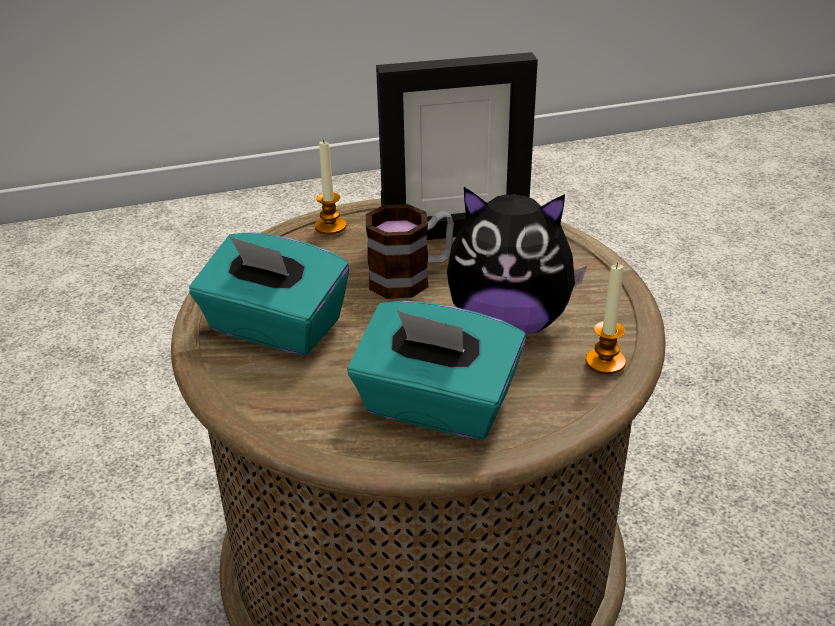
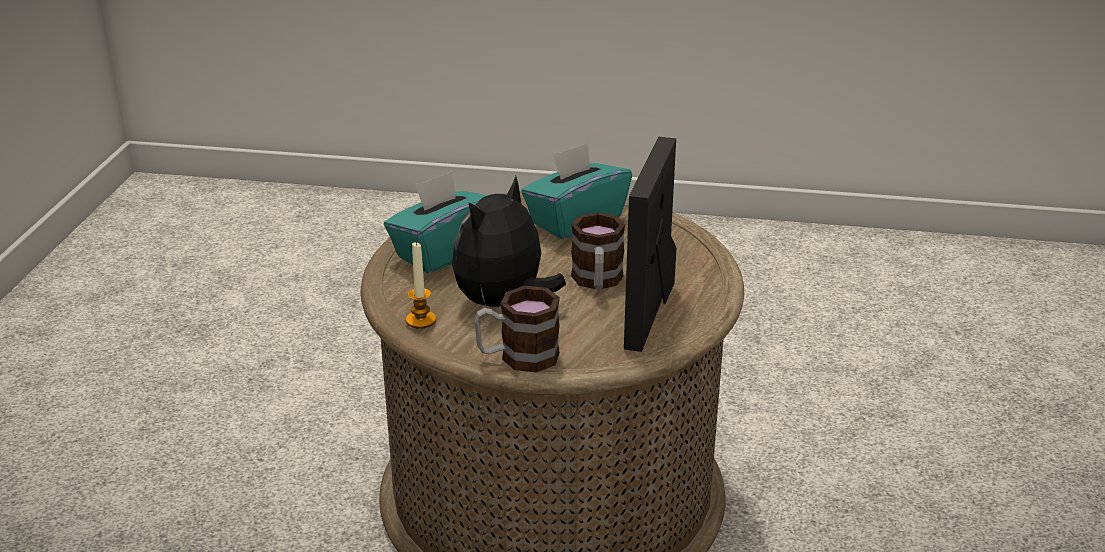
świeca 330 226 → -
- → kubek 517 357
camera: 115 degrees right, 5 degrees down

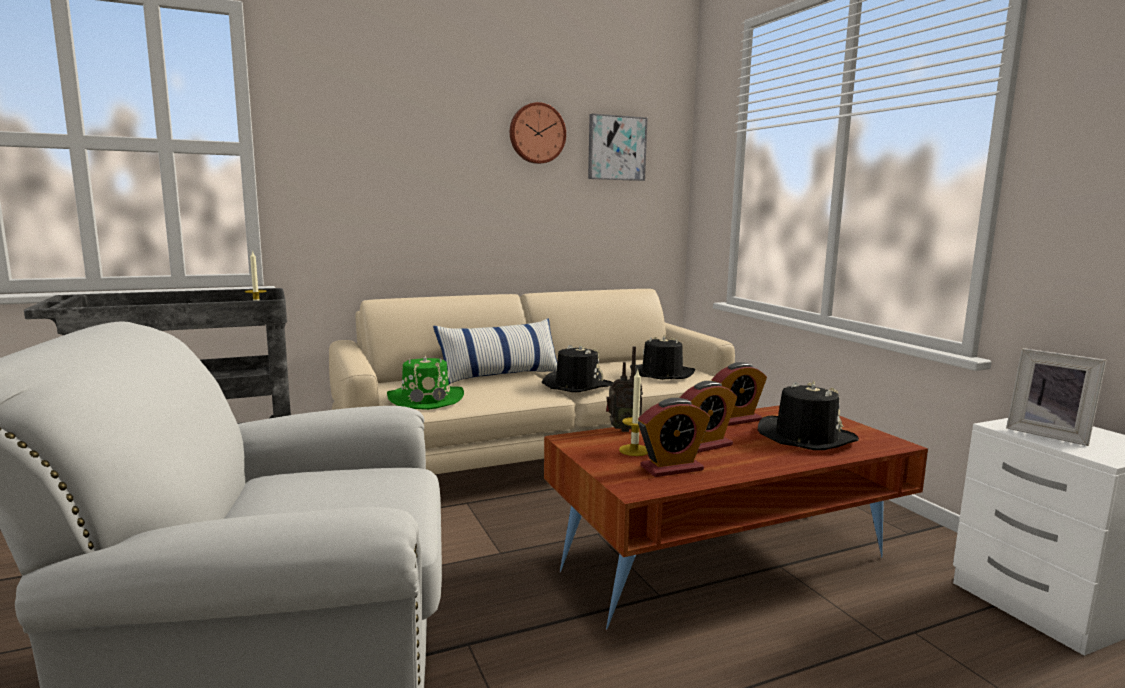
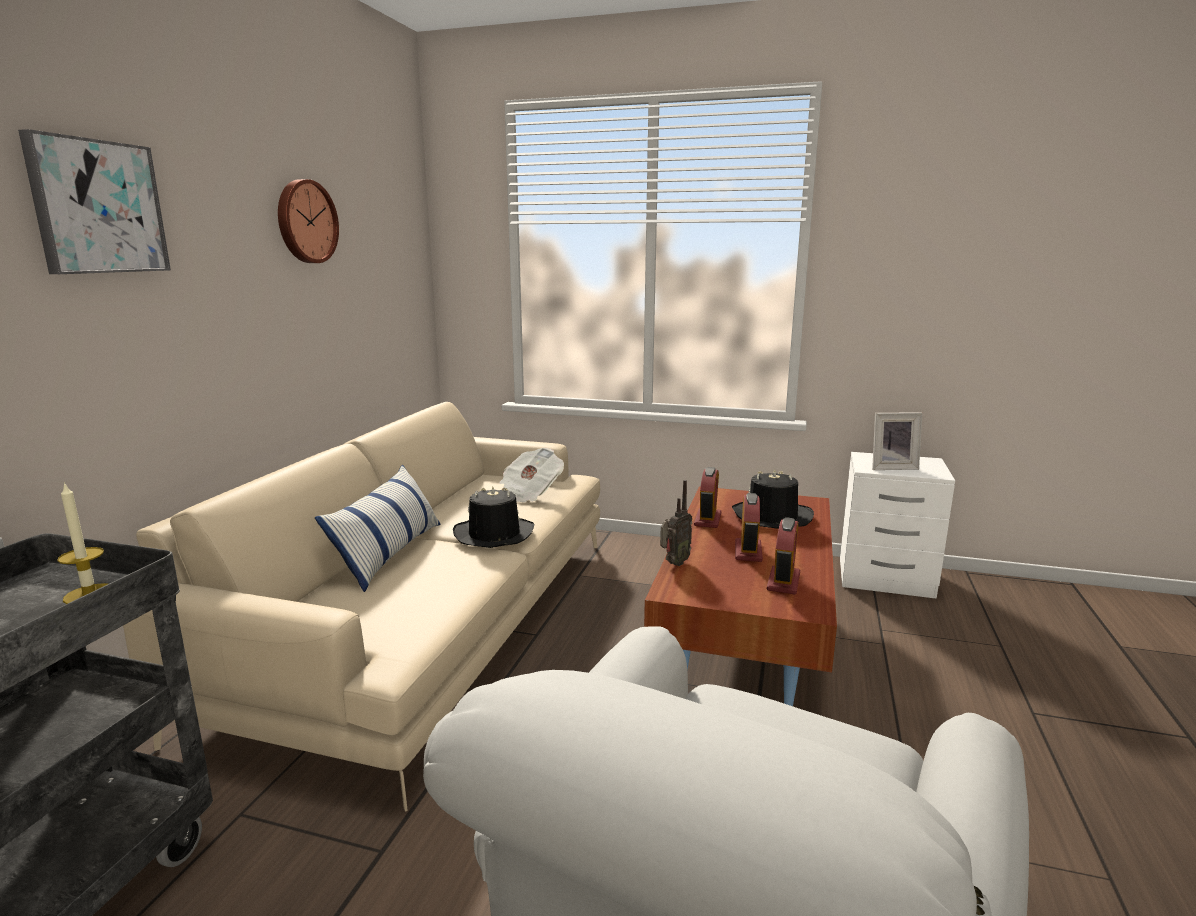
obraz 616 148 → obraz 97 207, relocated
kapelusz [czarny] 661 374 → gazeta 528 494
kapelusz [zielony] 426 399 → -
świeca 634 450 → -
camera: 50 degrees left, 5 degrees up

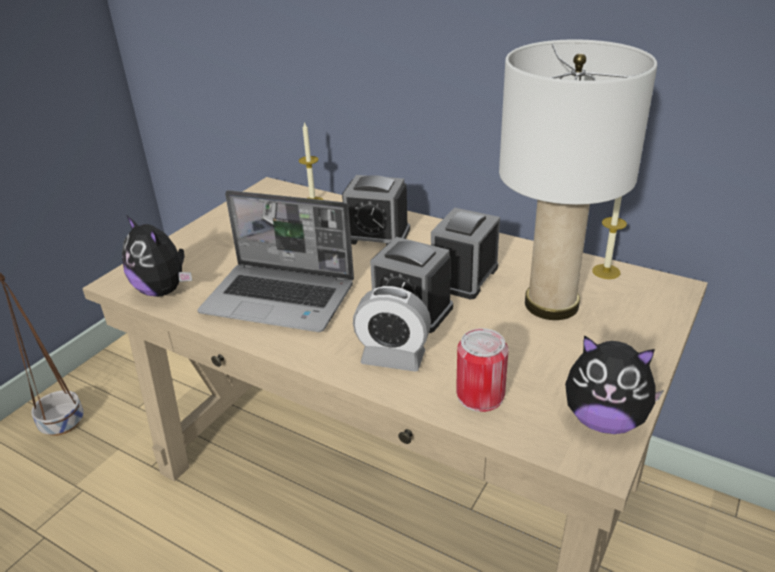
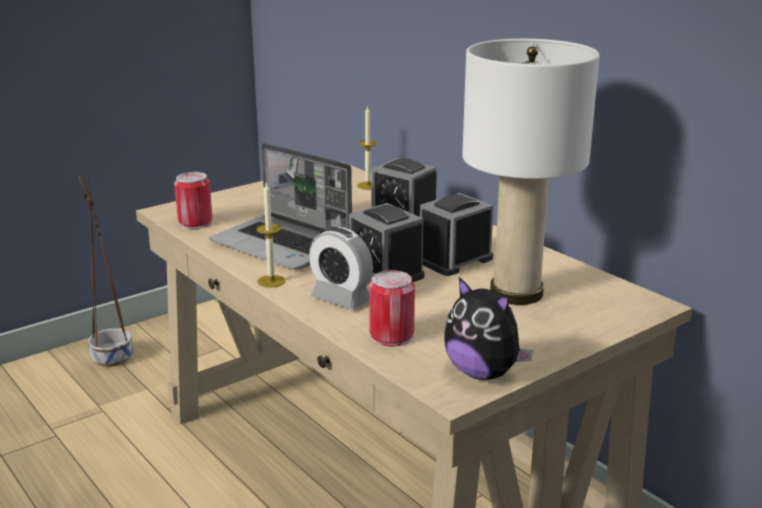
świeca 606 271 → świeca 271 281, relocated
pluszak 163 290 → puszka 195 222
camera: 20 degrees right, 10 degrees down

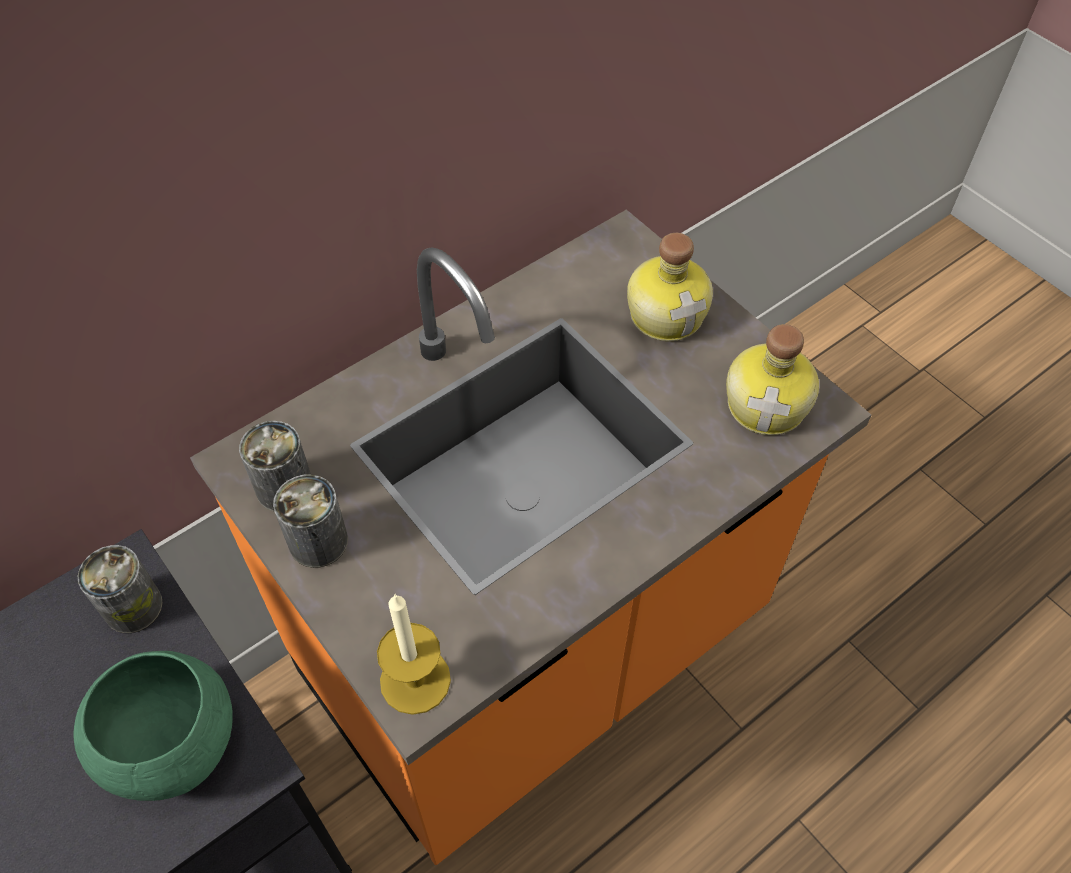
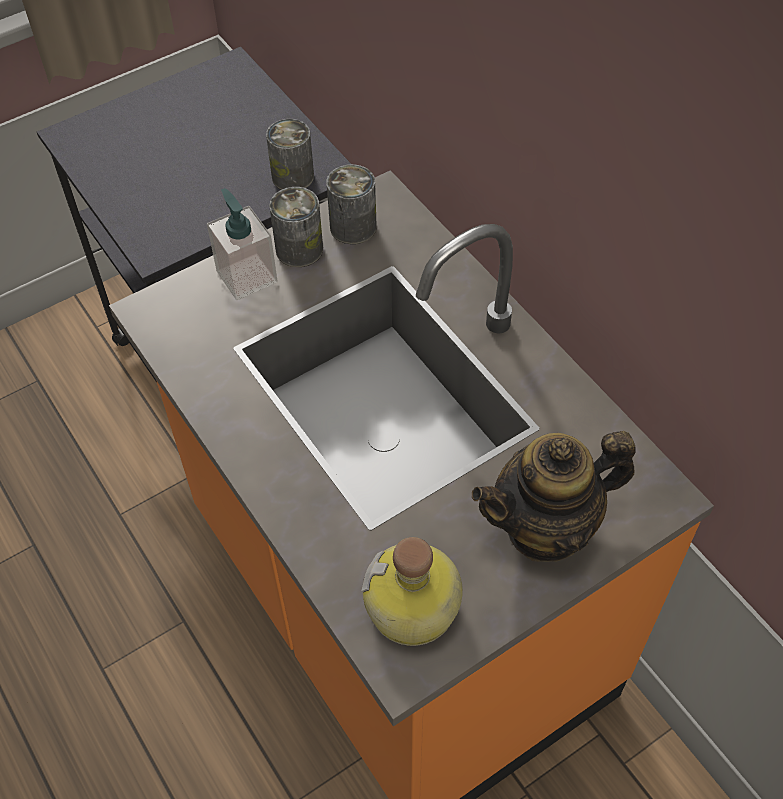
butelka 667 313 → imbryk 546 527
świeca 415 680 → -
miska [zielony] 171 746 → -
- → dozownik mydła 246 276
camera: 95 degrees right, 0 degrees up

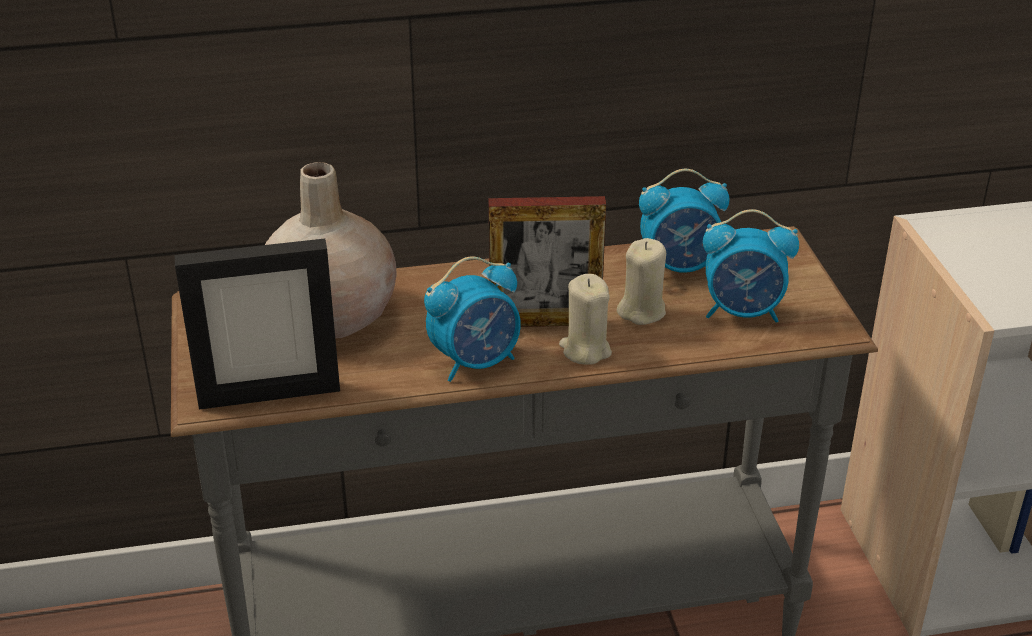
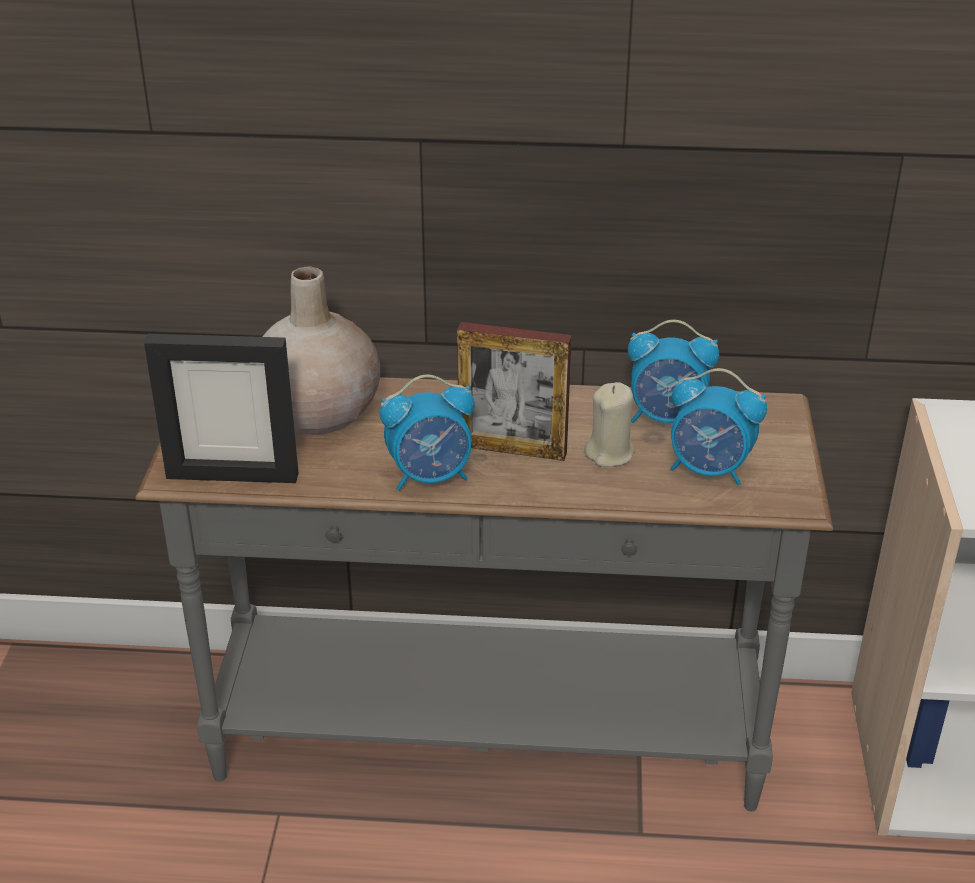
świeca [beżowy] 585 350 → -
camera: 15 degrees right, 0 degrees up

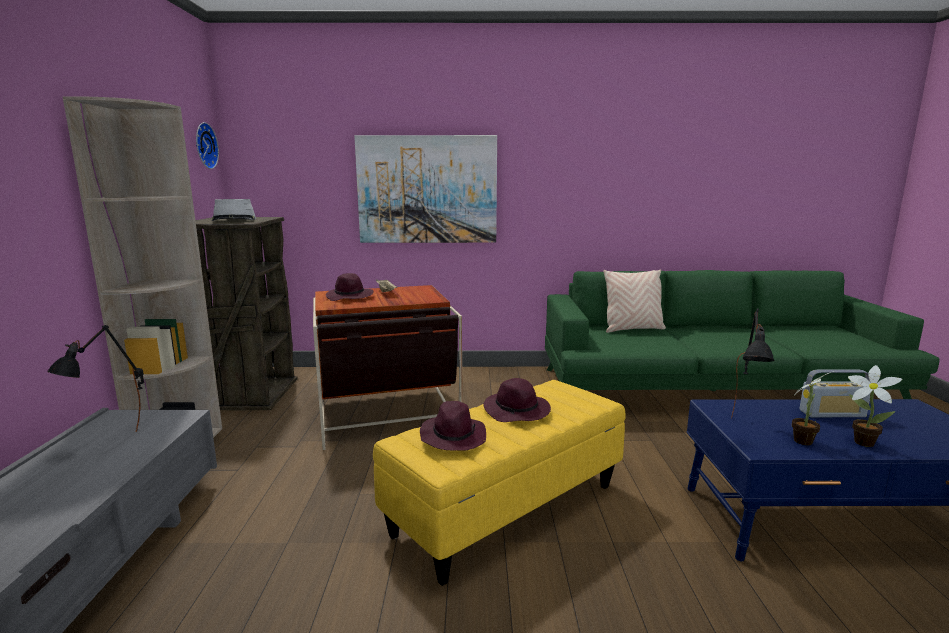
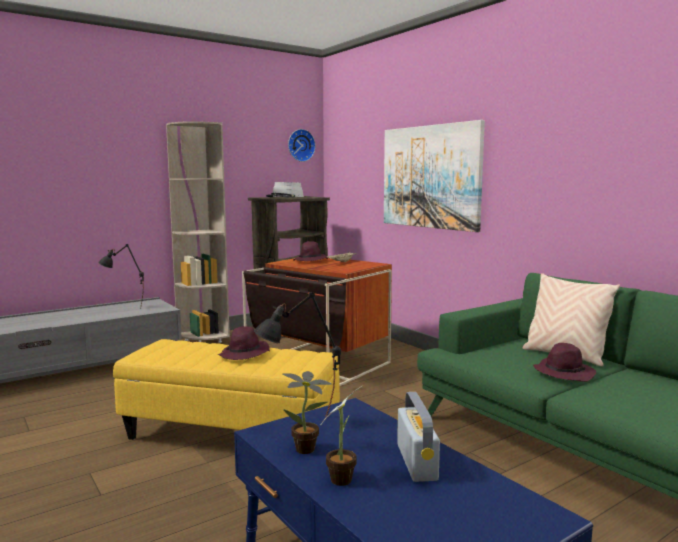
radio 832 413 → radio 416 461, 150 degrees counterclockwise
kapelusz [fioletowy] 452 437 → kapelusz [fioletowy] 563 373, relocated
camera: 55 degrees right, 5 degrees down

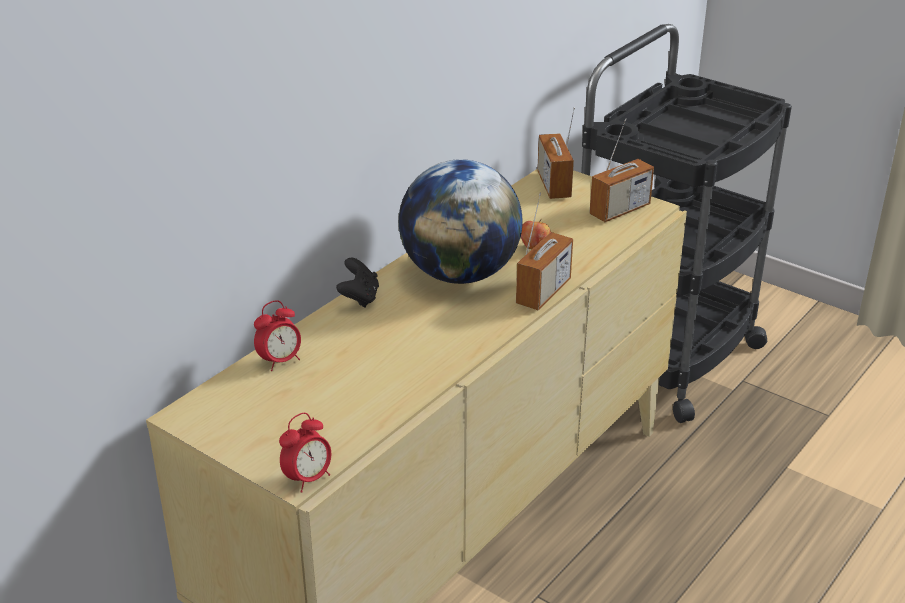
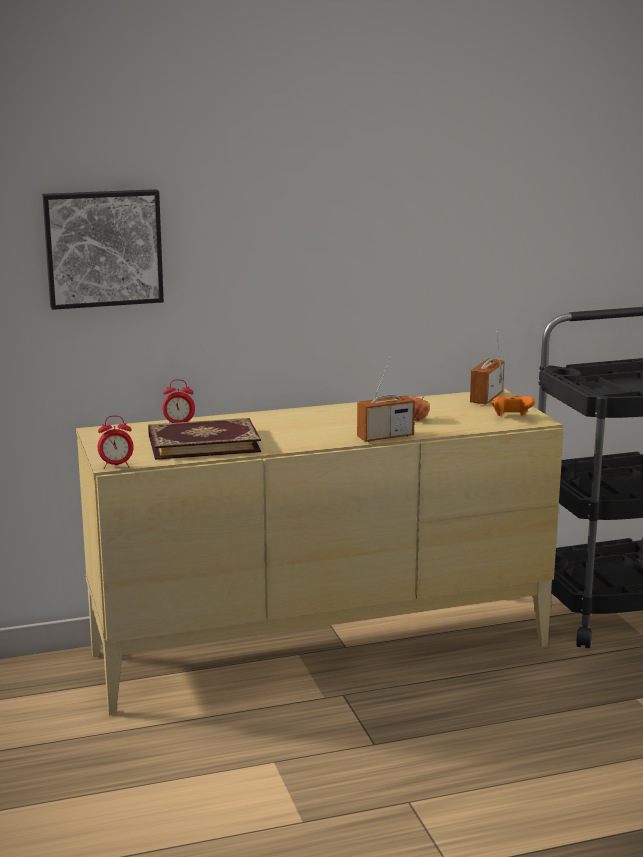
radio 620 210 → pad do gier [pomarańczowy] 511 417
globus 460 274 → -
pad do gier [czarny] 359 298 → -
- → obraz 103 248
- → książka 203 443
camera: 35 degrees right, 15 degrees down

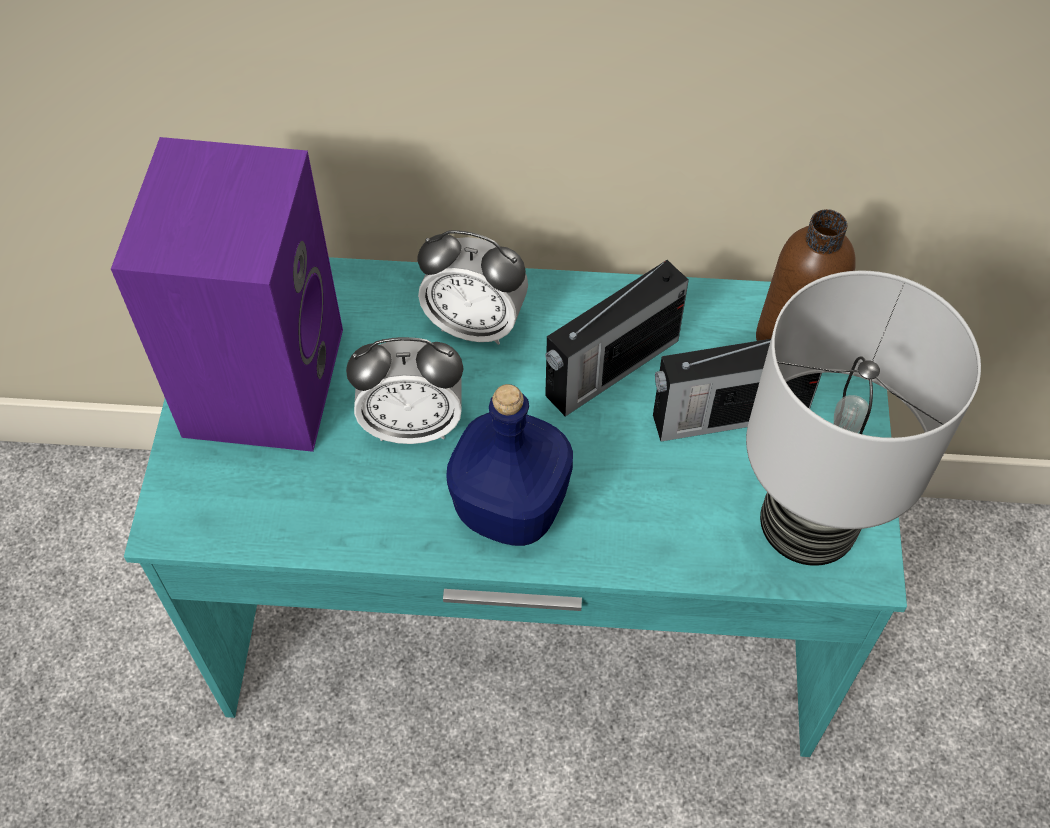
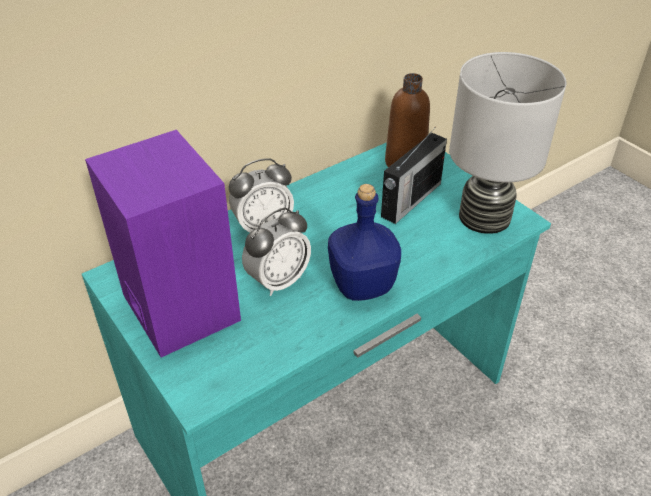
radio 609 369 → -
camera: 40 degrees left, 15 degrees down

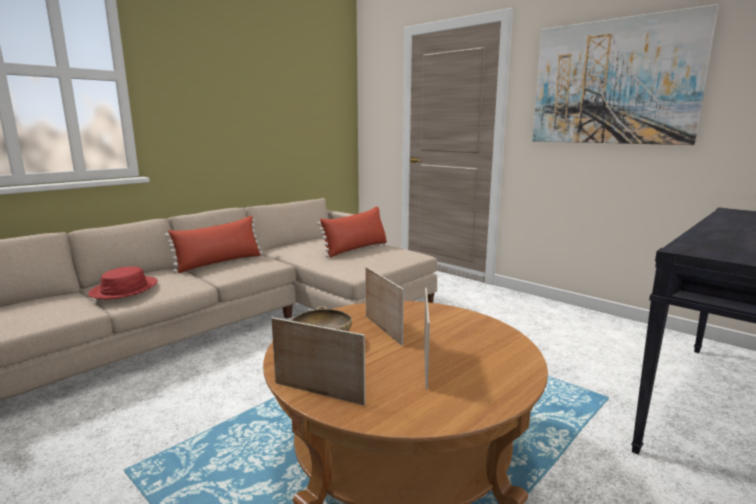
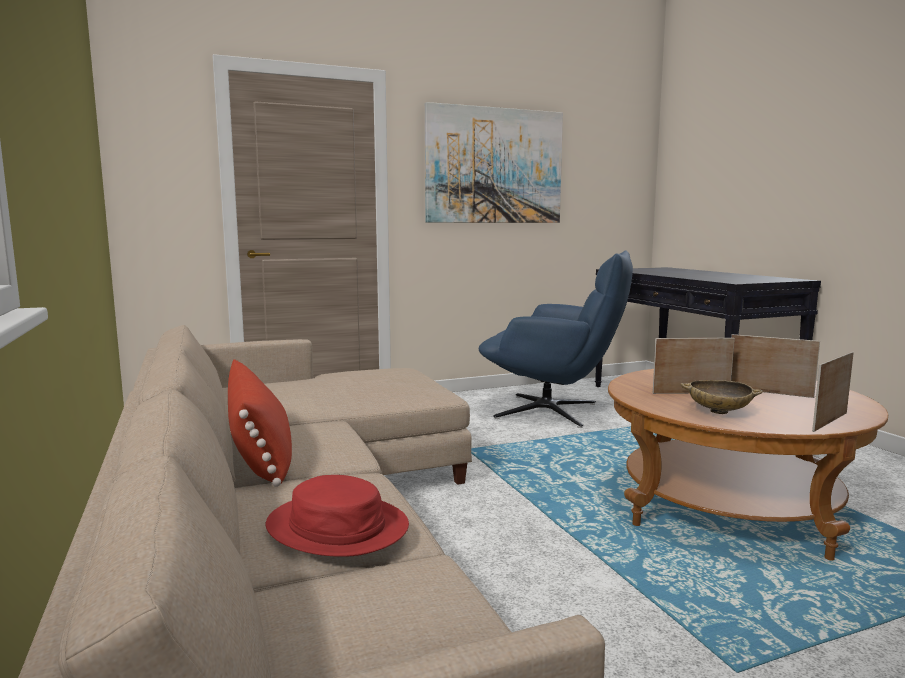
poduszka [czerwony] 356 249 → -
- → fotel [niebieski] 550 411
camera: 65 degrees left, 5 degrees down

